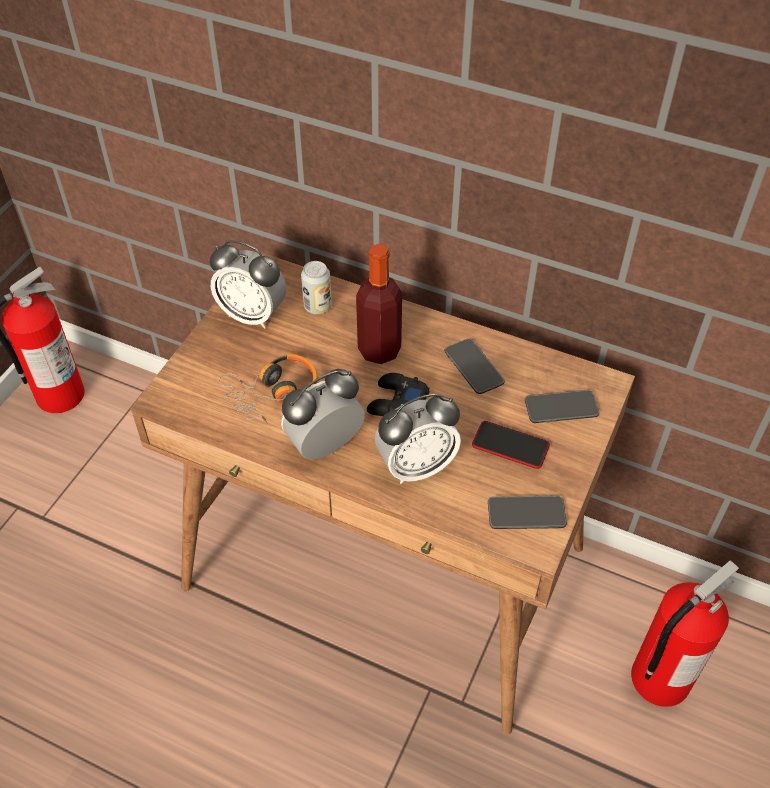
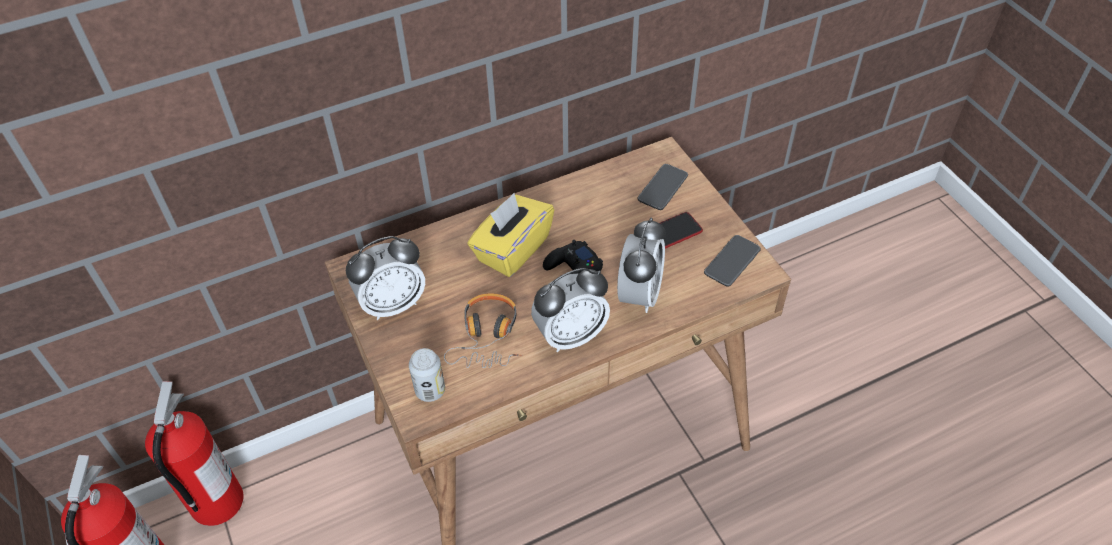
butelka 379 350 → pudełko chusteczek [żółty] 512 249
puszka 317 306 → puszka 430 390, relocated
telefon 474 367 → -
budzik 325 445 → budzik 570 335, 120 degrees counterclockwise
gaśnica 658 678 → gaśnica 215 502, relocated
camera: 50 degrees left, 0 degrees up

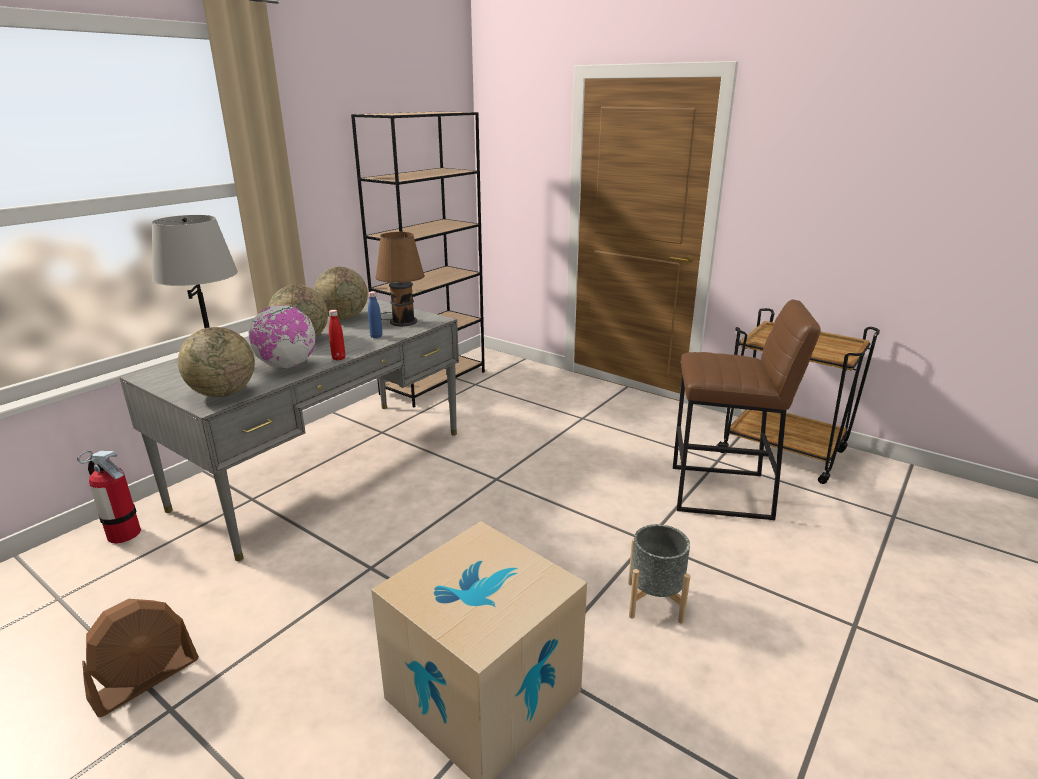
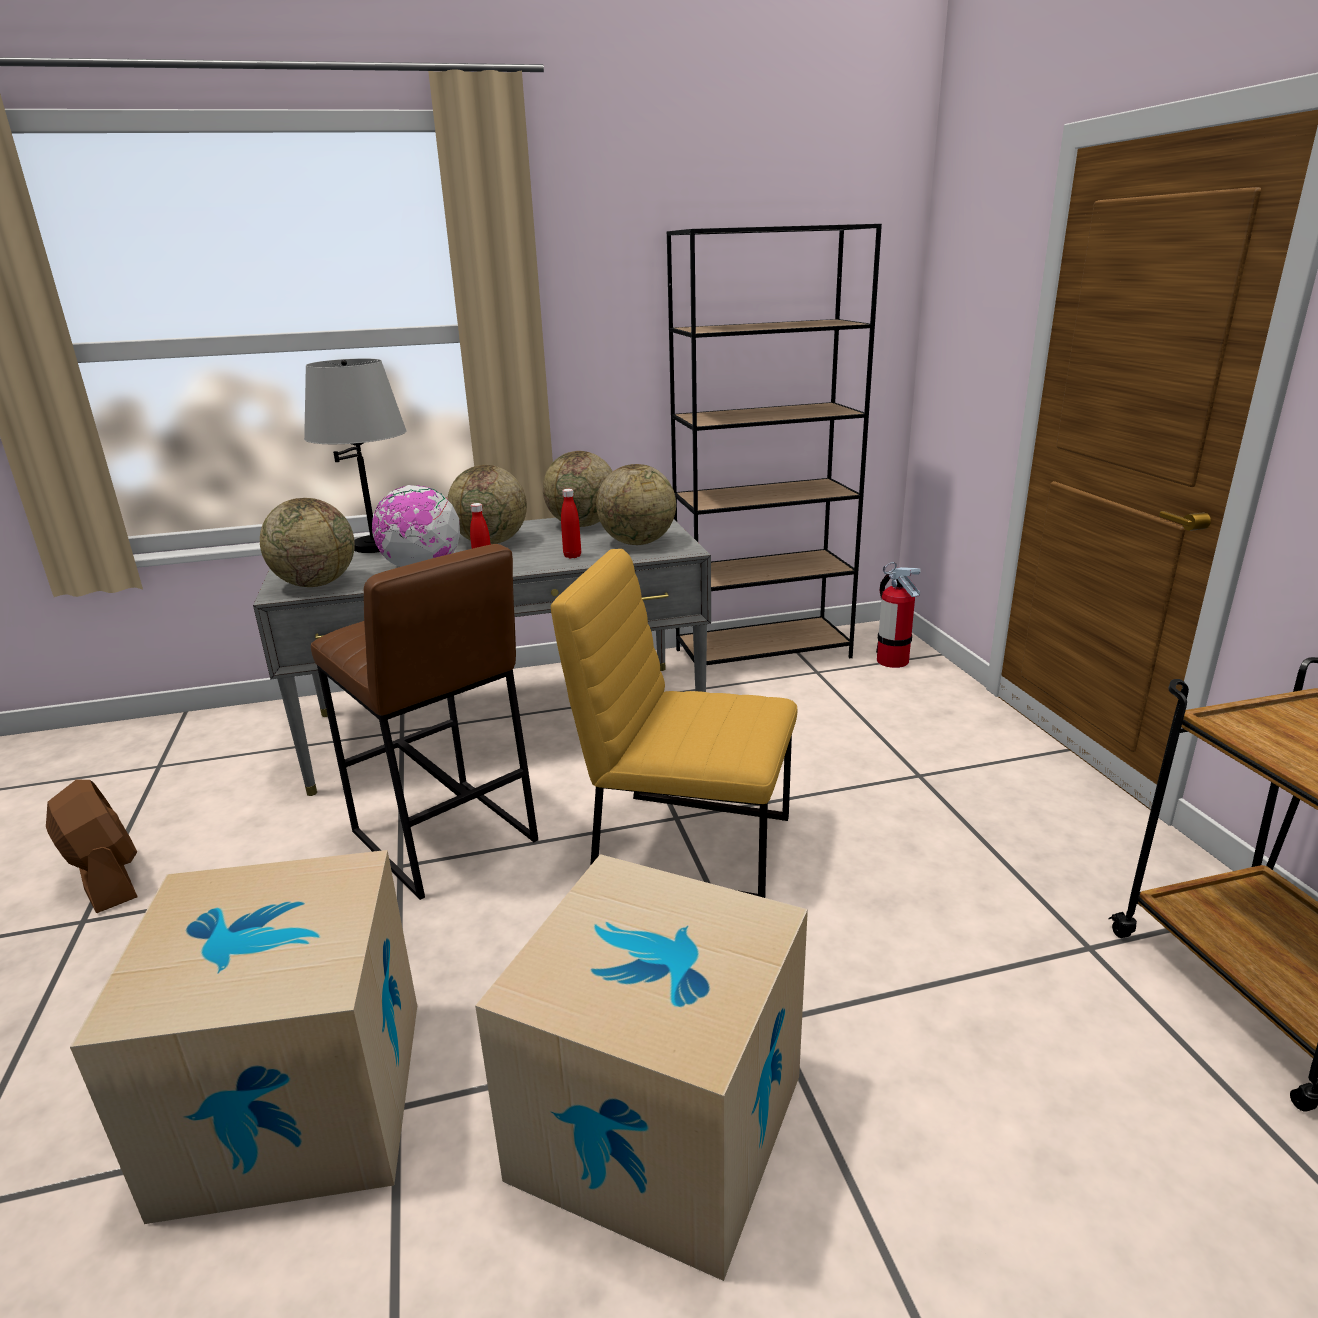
lampa stołowa [brązowy] 402 321 → globus 637 543
butelka [niebieski] 376 336 → butelka [czerwony] 572 556
stołek [brązowy] 722 492 → stołek [brązowy] 445 837, relocated
gaśnica 123 534 → gaśnica 892 661, relocated
donica [szary] 655 601 → karton 658 1126
wentylator [brązowy] 145 679 → wentylator [brązowy] 107 879, 120 degrees counterclockwise
- → krzesło [żółty] 687 843
camera: 40 degrees right, 0 degrees up

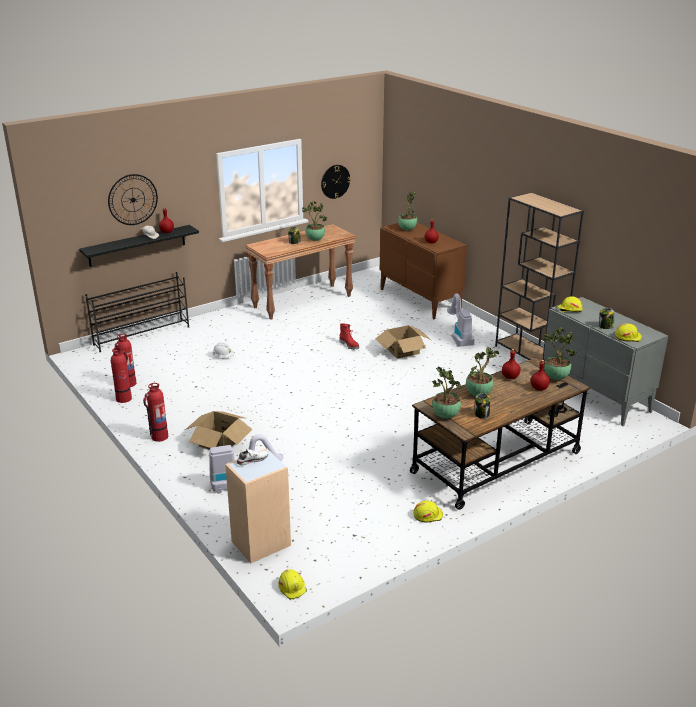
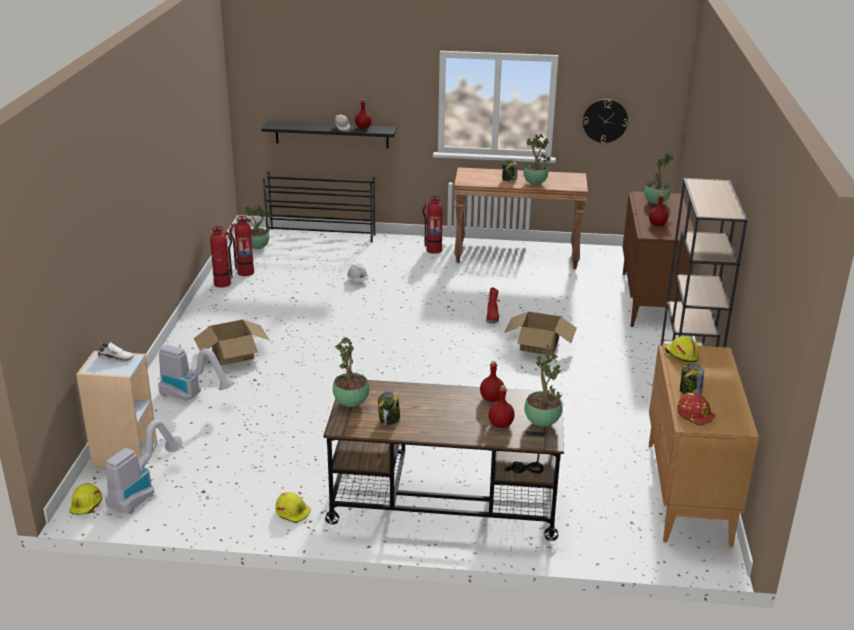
zegar ścienny 133 199 → -
odkurzacz 459 337 → odkurzacz 143 491, relocated
szafka [szary] 595 396 → szafka [brązowy] 687 493
kask [żółty] 627 337 → kask [czerwony] 695 415
roślina doniczkowa 479 394 → roślina doniczkowa 258 247, relocated
gaśnica 159 437 → gaśnica 433 250, relocated
camera: 40 degrees right, 0 degrees up

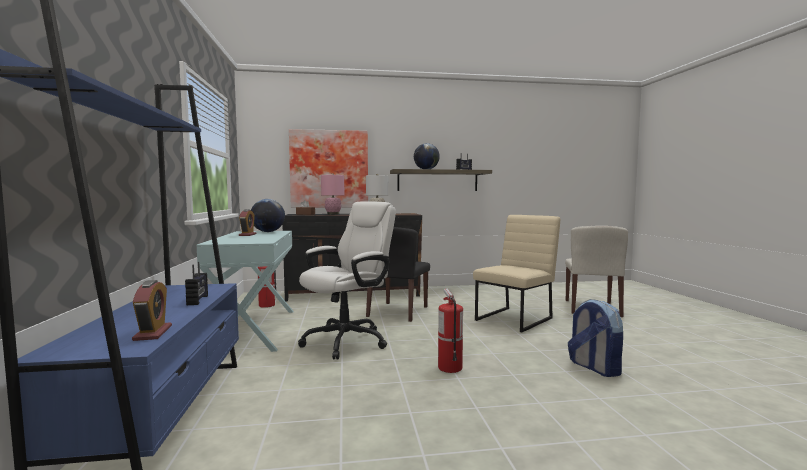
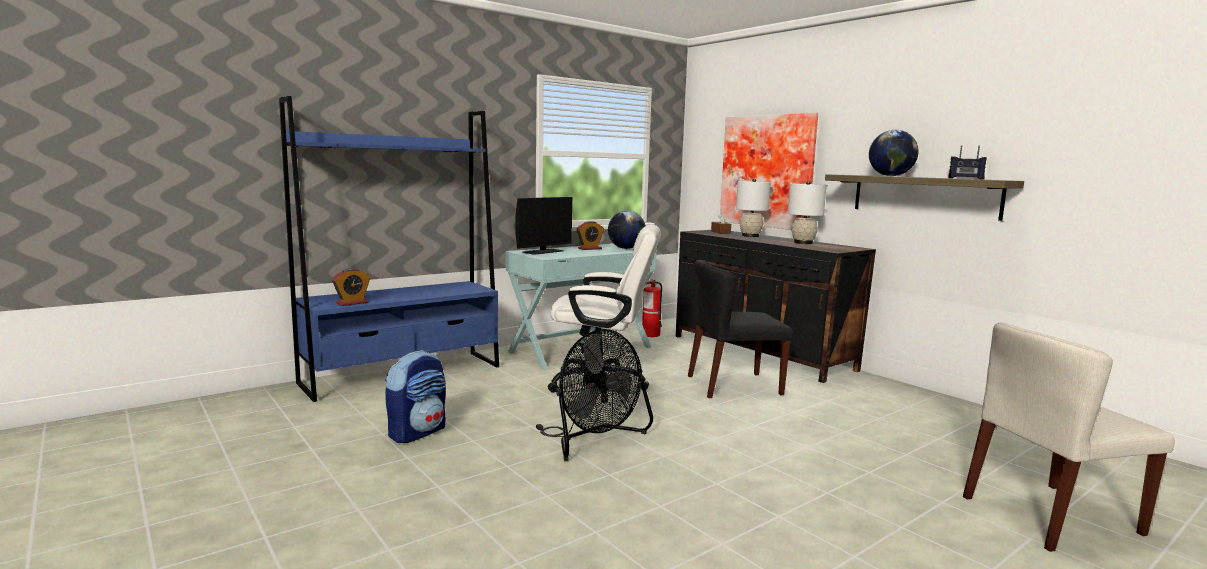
lampa stołowa [różowy] 333 214 → lampa stołowa [biały] 750 236
krzesło [beżowy] 515 319 → -
radio 198 300 → -
gaśnica 449 367 → wentylator [czarny] 590 440
plecak 594 367 → plecak 417 432, relocated
- → monitor 543 251
camera: 60 degrees right, 5 degrees up

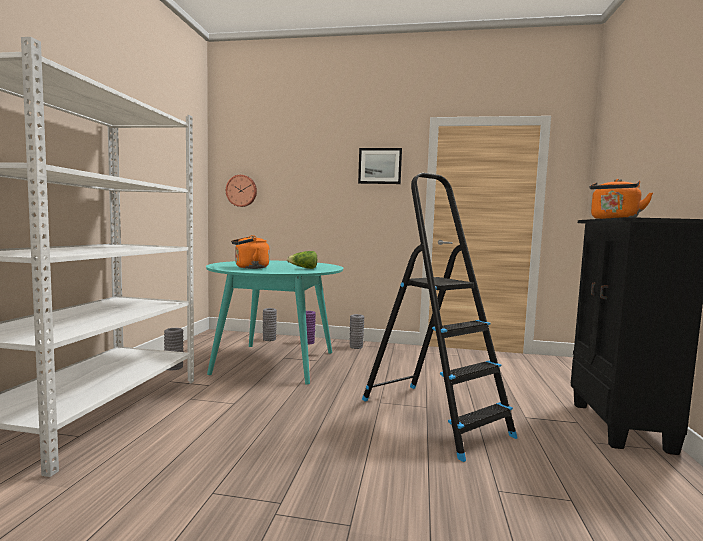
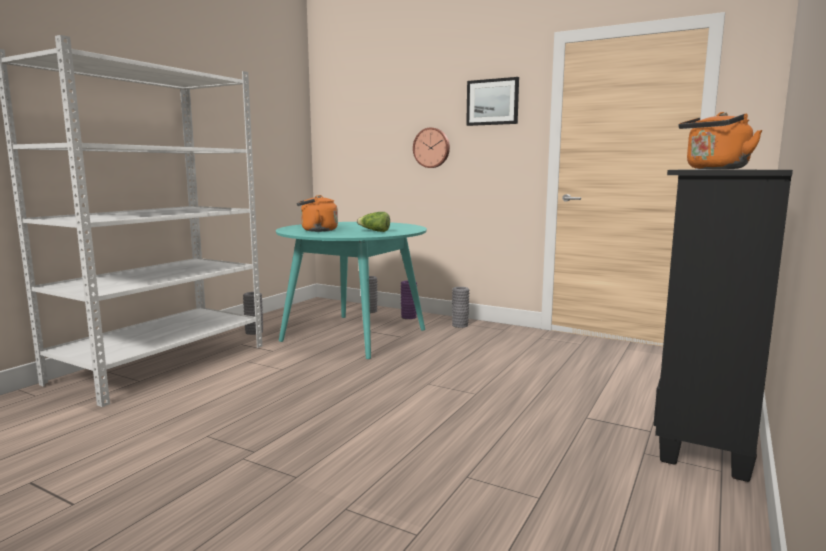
drabinka [czarny] 433 417 → -
zegar ścienny 242 191 → zegar ścienny 432 148, relocated
camera: 20 degrees right, 5 degrees up

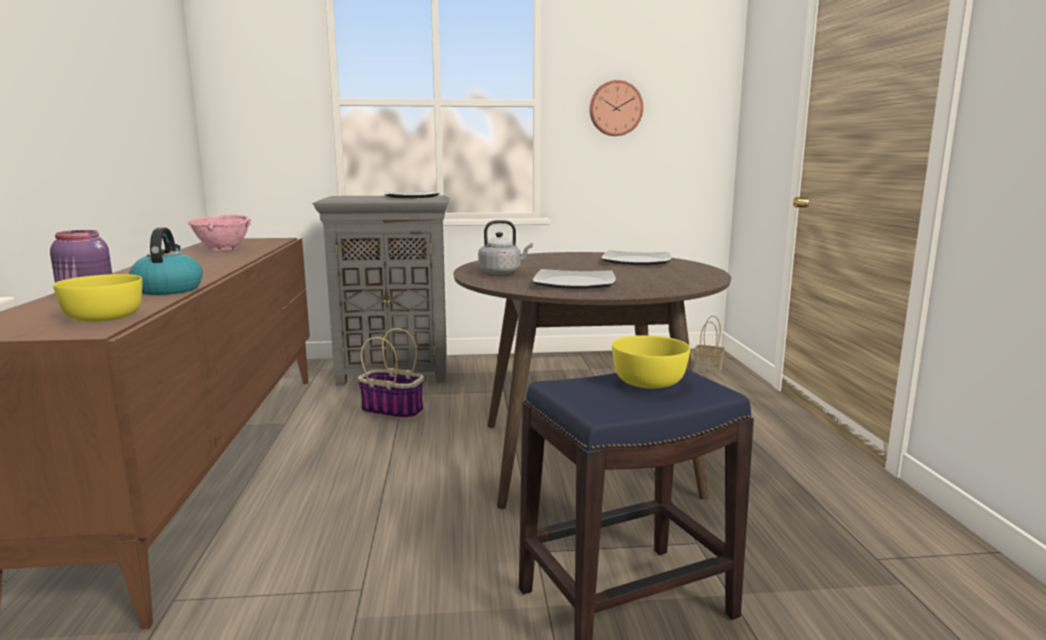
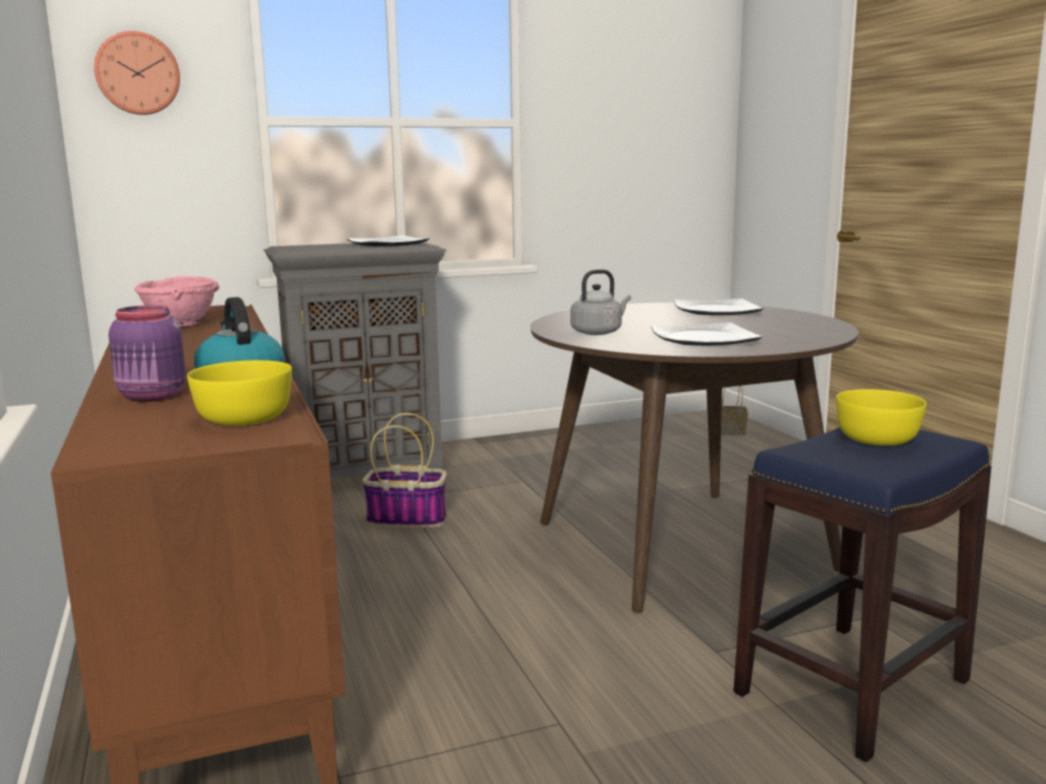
zegar ścienny 615 108 → zegar ścienny 138 74, relocated
camera: 15 degrees left, 0 degrees up

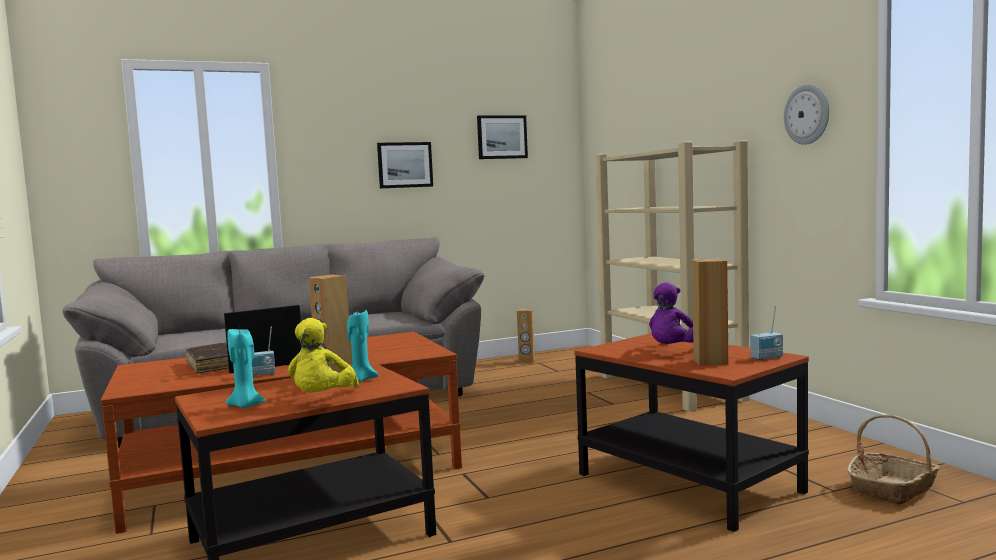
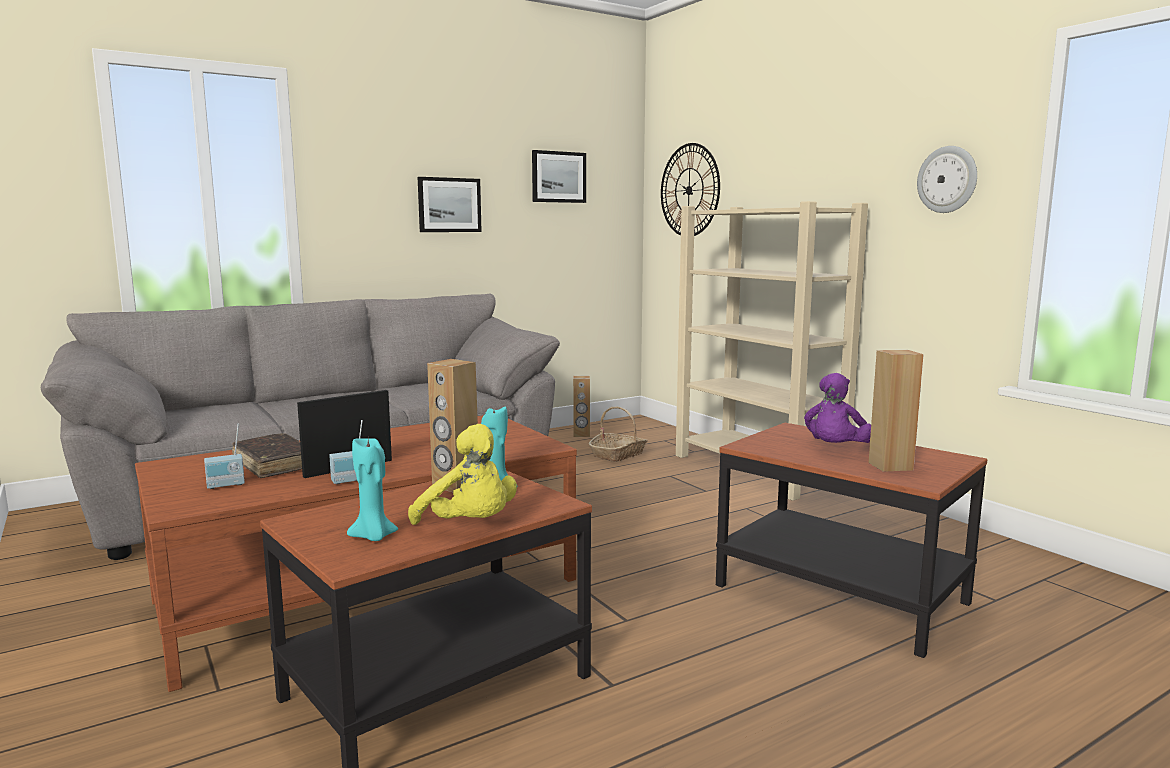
radio 767 358 → radio 226 485, relocated
pluszak [żółty] 322 399 → pluszak [żółty] 470 525, 45 degrees counterclockwise
koszyk 893 489 → koszyk 618 454, relocated
- → zegar ścienny 689 190
camera: 10 degrees left, 5 degrees up

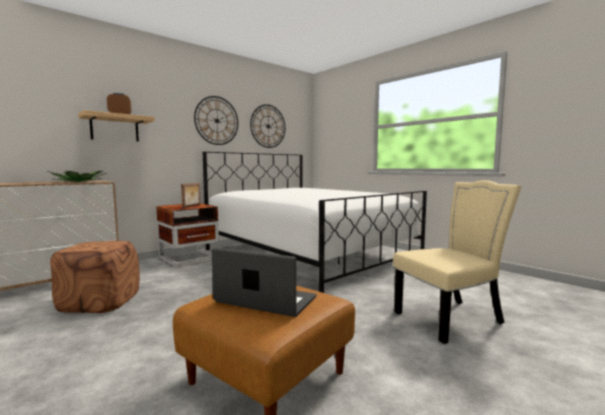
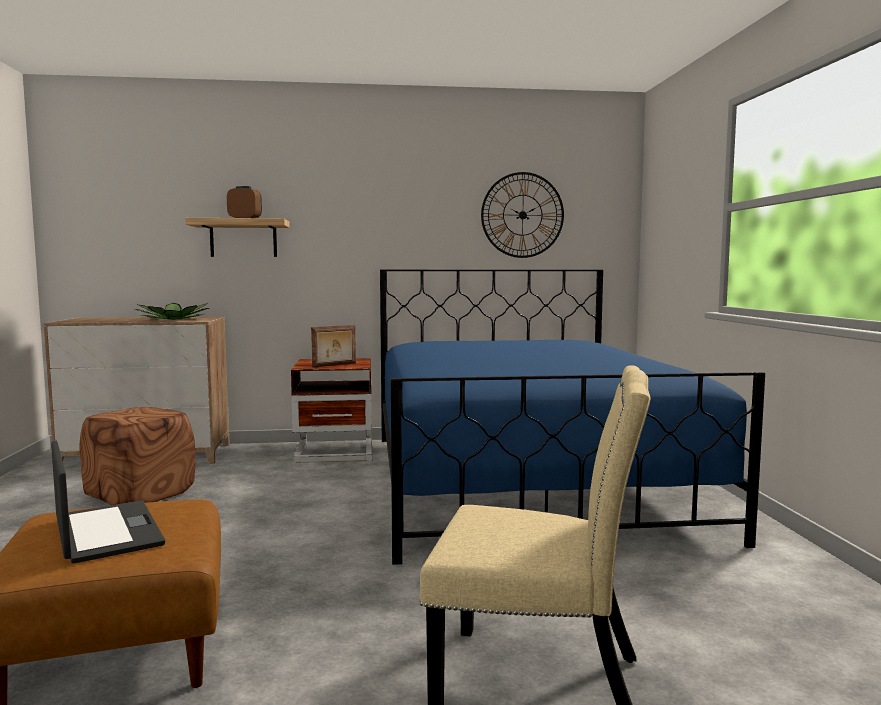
zegar ścienny 217 120 → -
łóżko [biały] 307 255 → łóżko [niebieski] 523 481
camera: 35 degrees right, 0 degrees up

